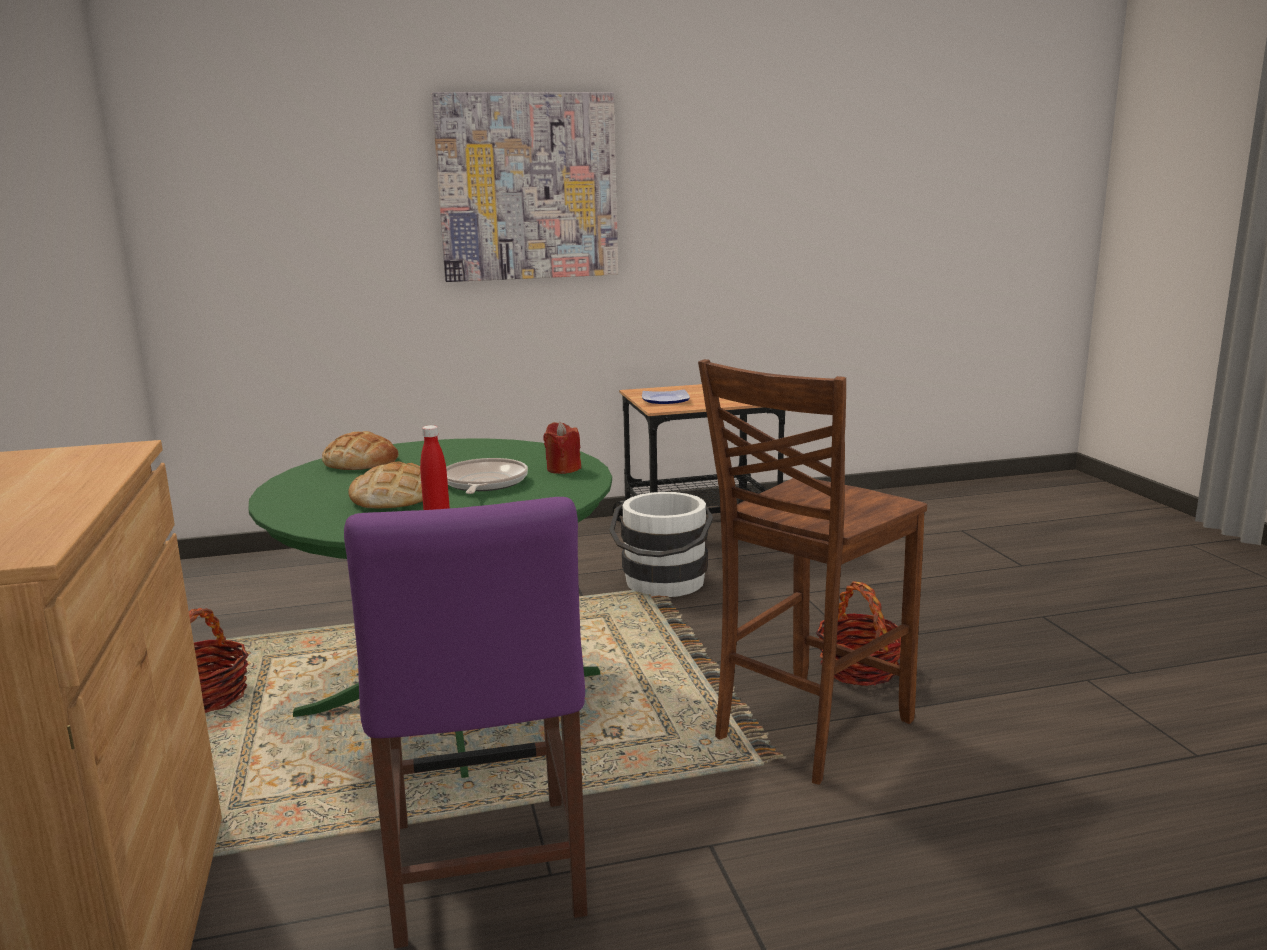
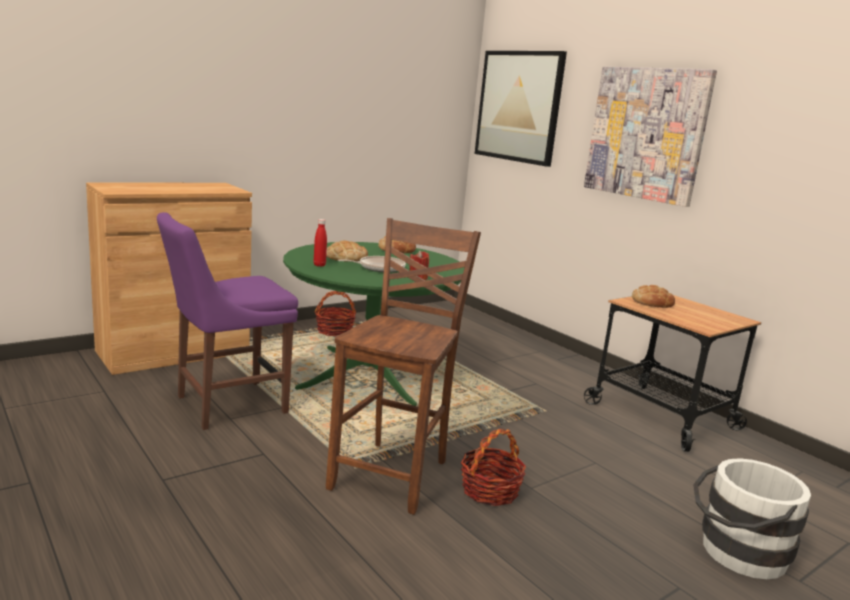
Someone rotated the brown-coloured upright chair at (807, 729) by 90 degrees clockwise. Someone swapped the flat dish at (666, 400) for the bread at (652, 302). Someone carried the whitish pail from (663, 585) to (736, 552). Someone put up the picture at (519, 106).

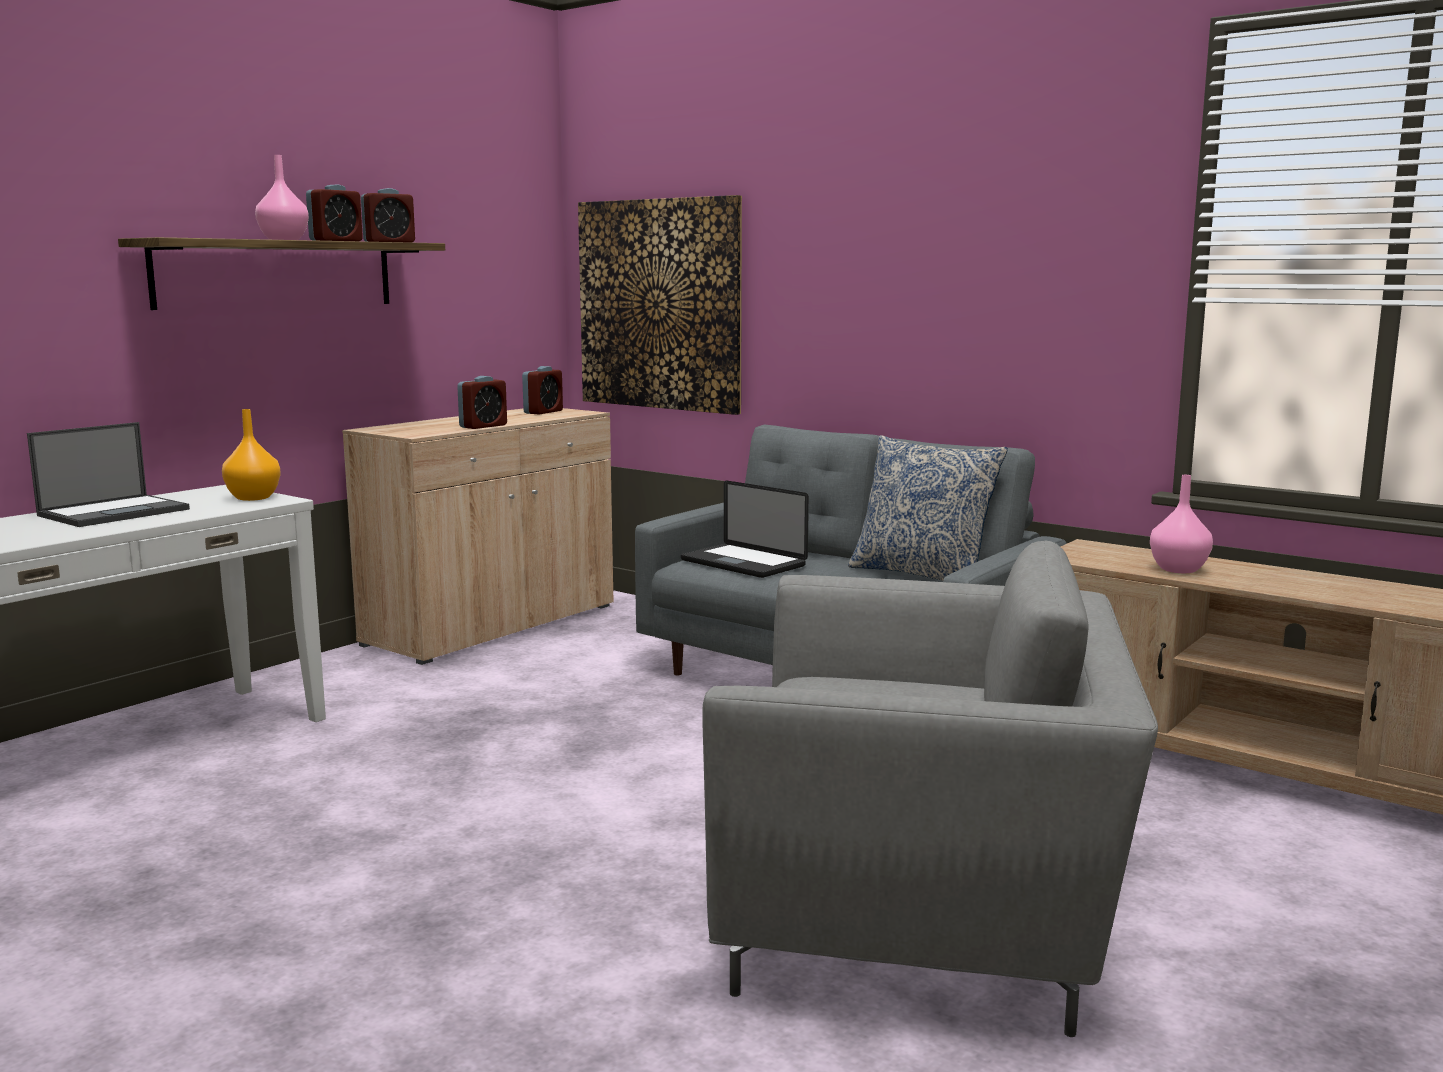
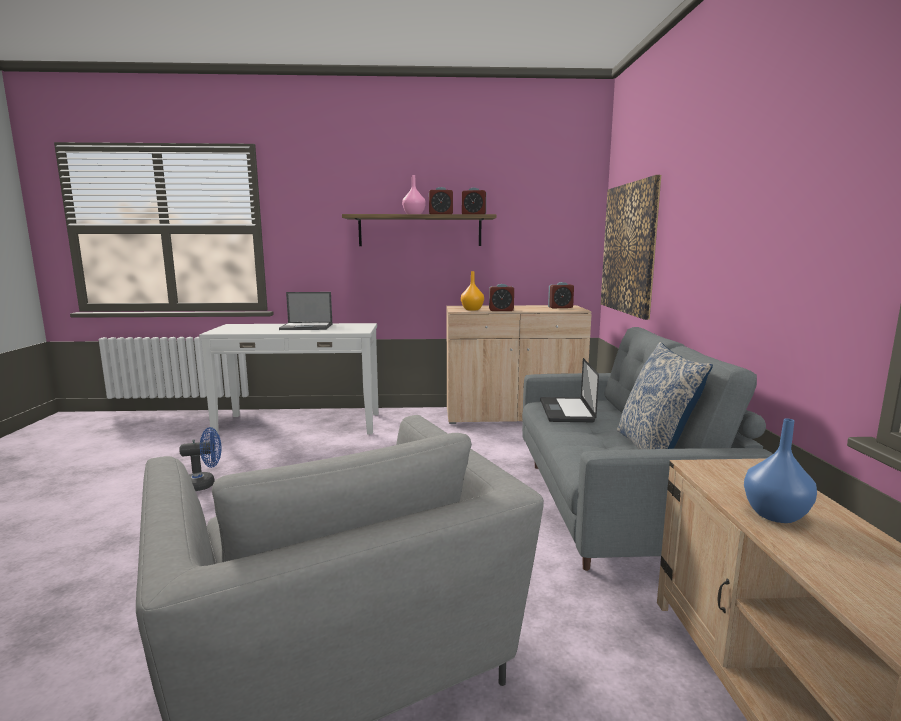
Someone carried the orangey decorative vase from (252, 498) to (471, 309). Someone repainted the pink-coloured decorative vase at (1177, 569), which became the blue decorative vase at (774, 514). Someone put down the blue cooling fan at (204, 484).

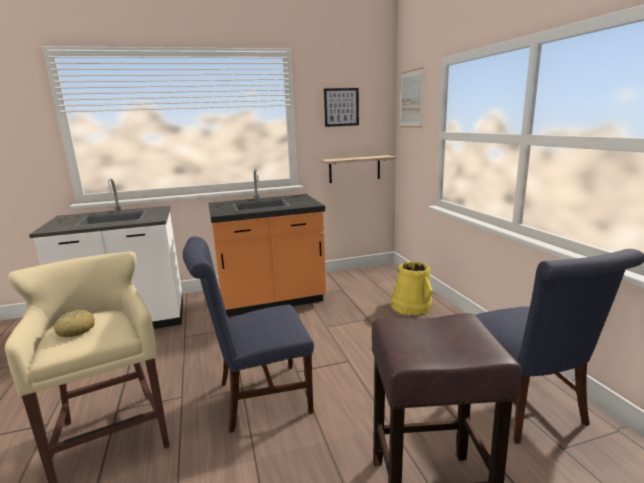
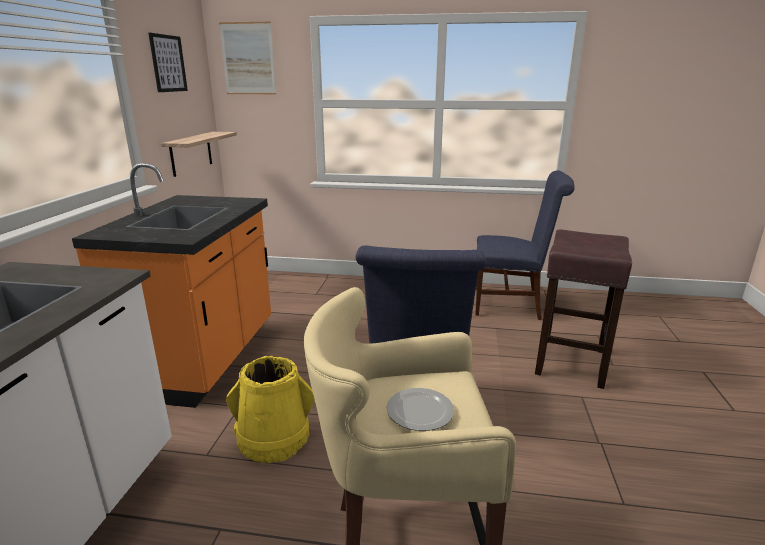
Someone carried the yellow-coloured pail from (411, 307) to (274, 437). Someone swapped the bread at (76, 330) for the flat dish at (419, 412).

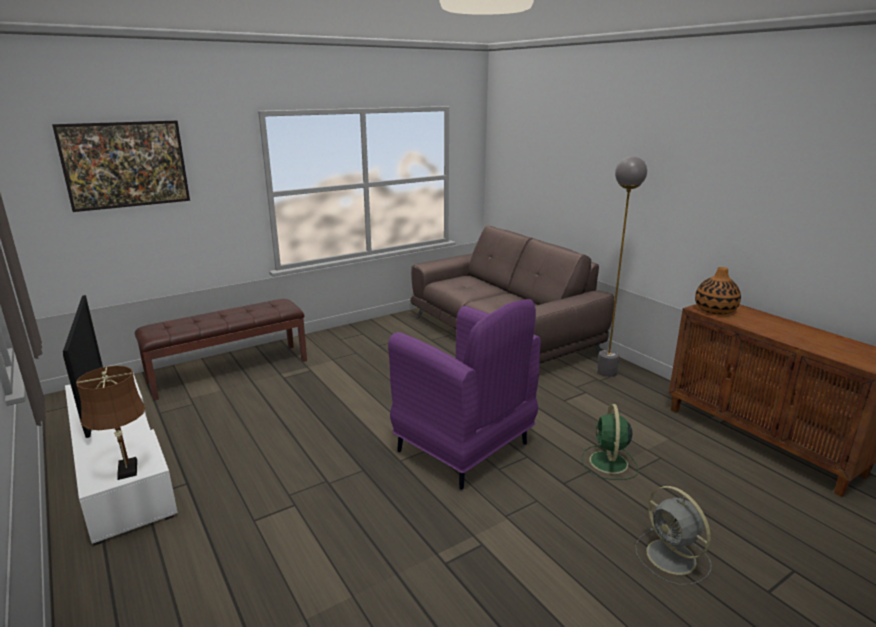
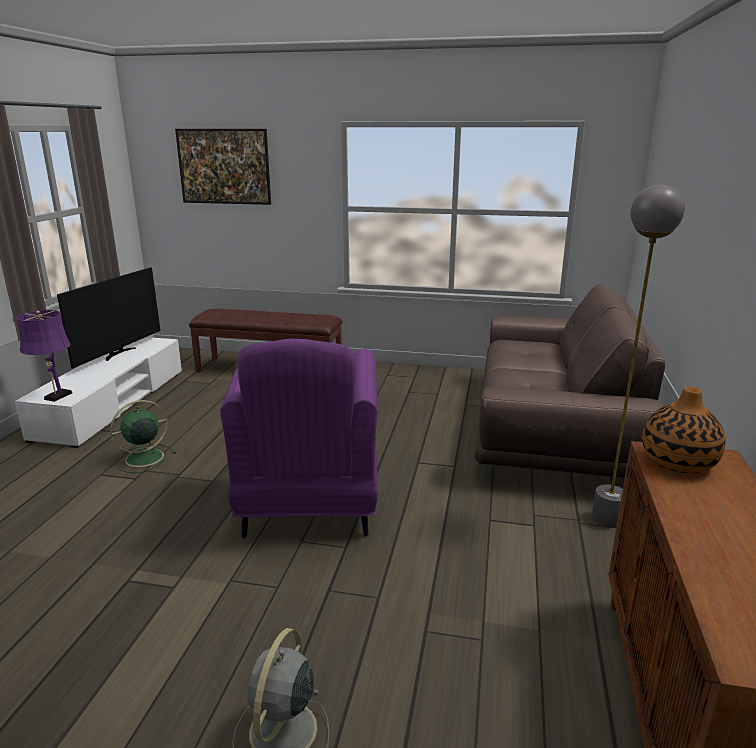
Someone repainted the brown-coloured table lamp at (127, 471), which became the purple table lamp at (56, 397). Someone carried the greenish cooling fan from (608, 463) to (142, 458).

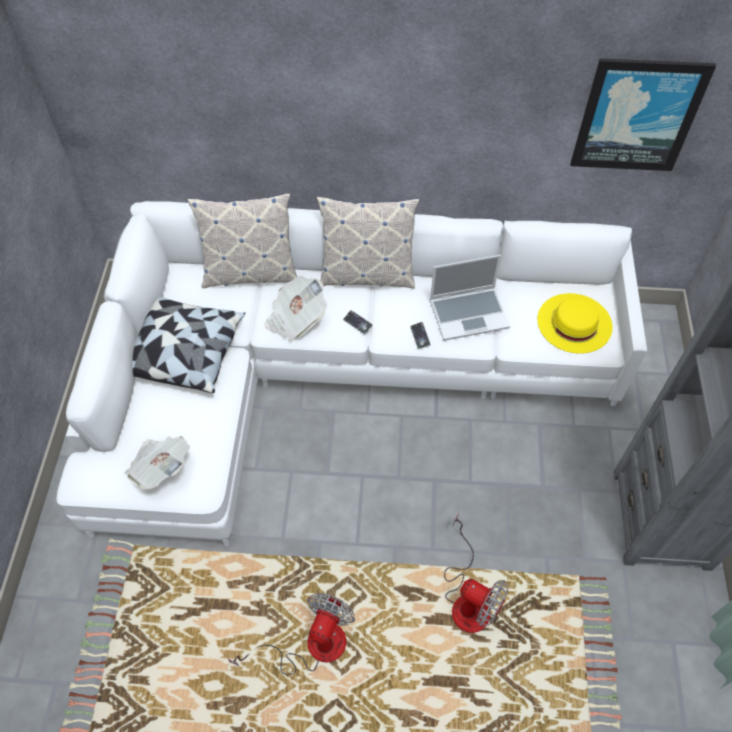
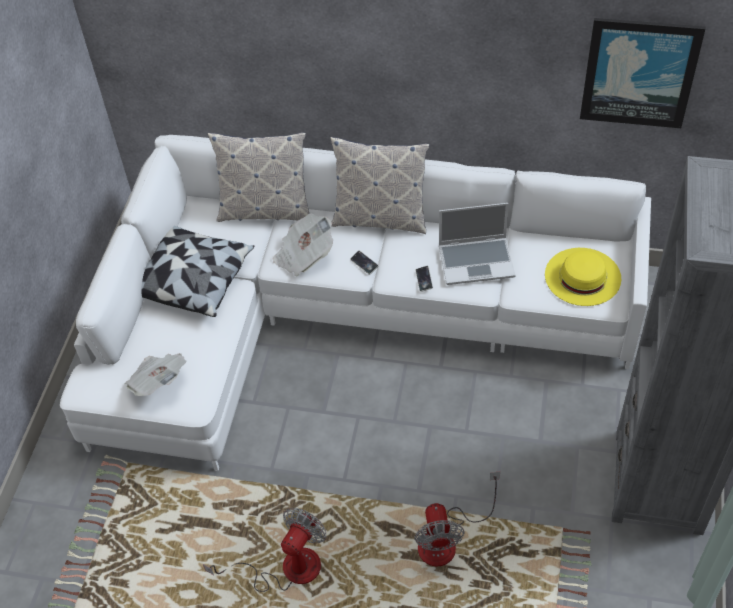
Someone rotated the cooling fan at (468, 598) by 45 degrees clockwise.

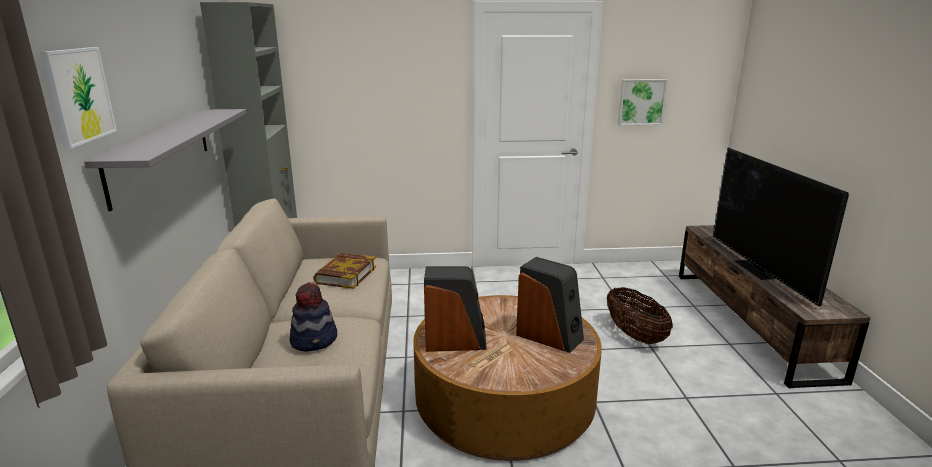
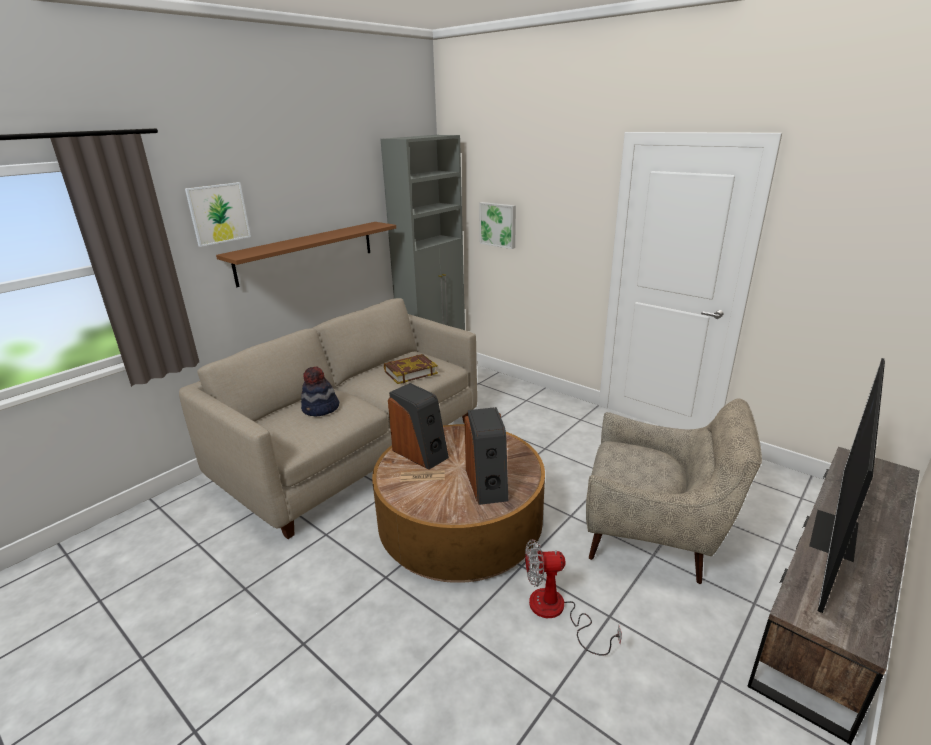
Someone carried the picture from (641, 102) to (498, 224). Someone repainted the greyish bracket shelf at (161, 152), which became the brown-coloured bracket shelf at (307, 252). Someone swapped the storage basket at (635, 335) for the sand-coloured lounge chair at (654, 536). Someone put down the cooling fan at (557, 612).

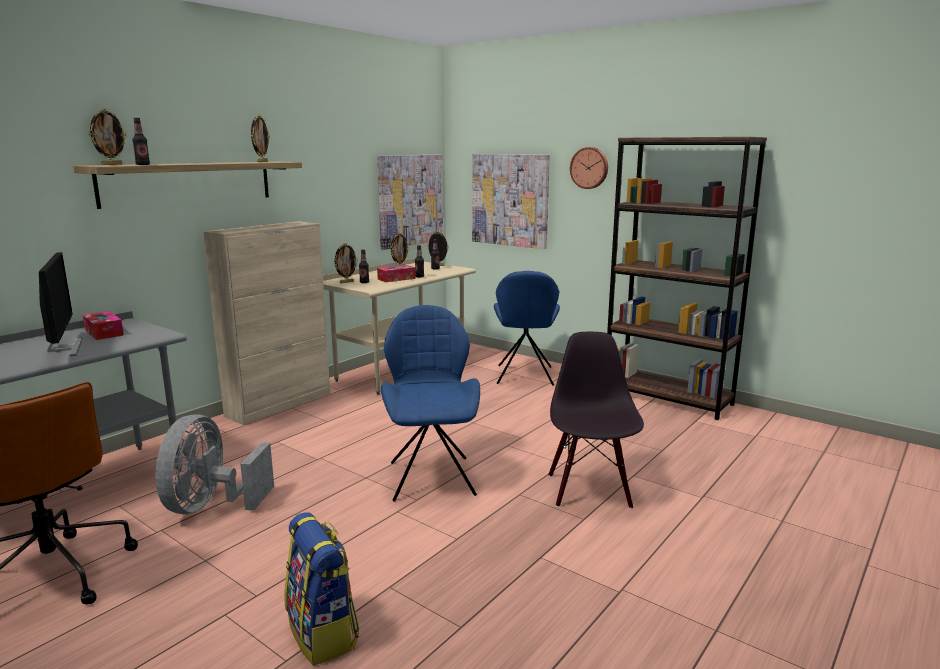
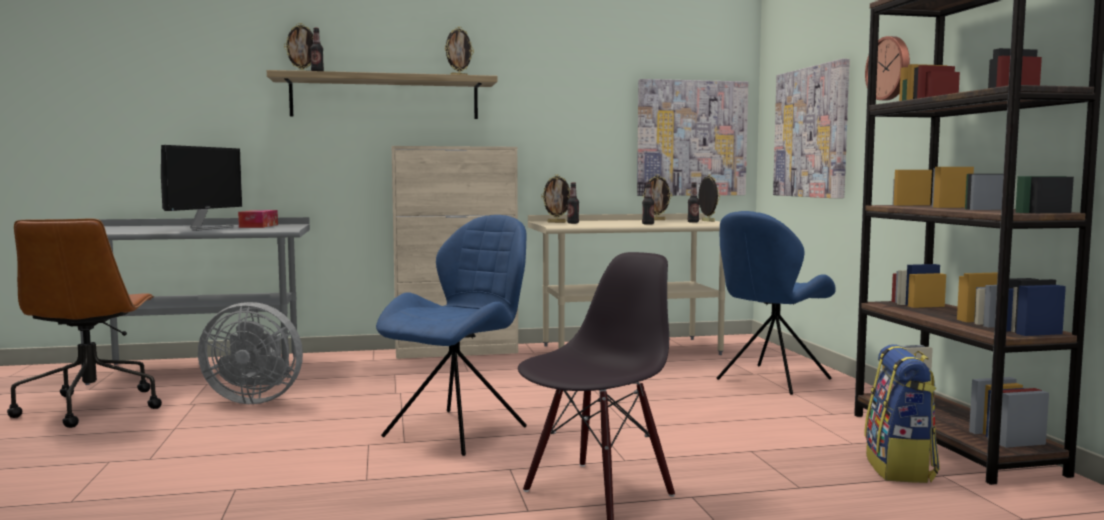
Someone took away the tissue box at (396, 279). Someone rotated the greyish cooling fan at (211, 506) by 135 degrees counterclockwise. Someone carried the backpack from (323, 633) to (900, 468).

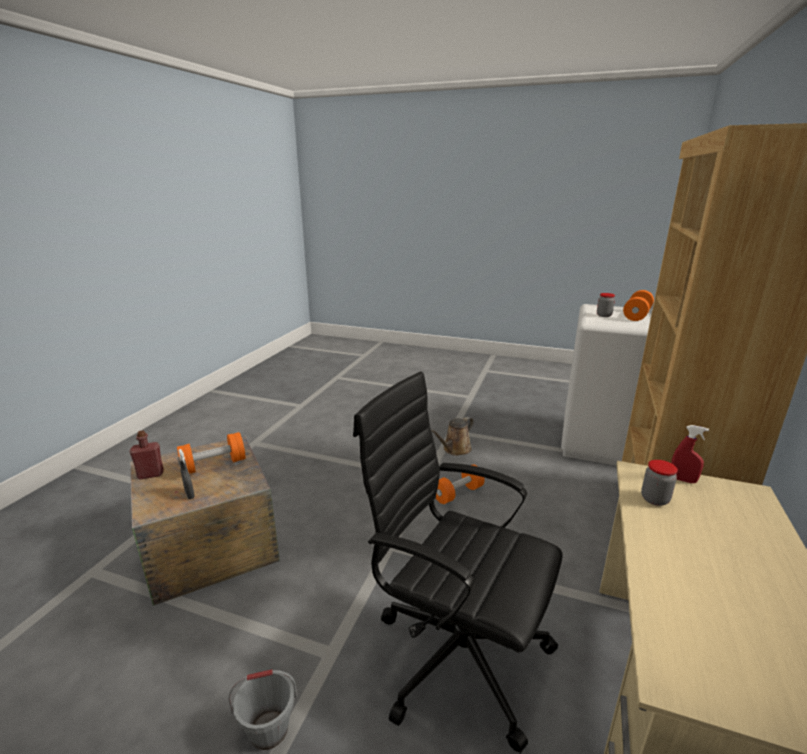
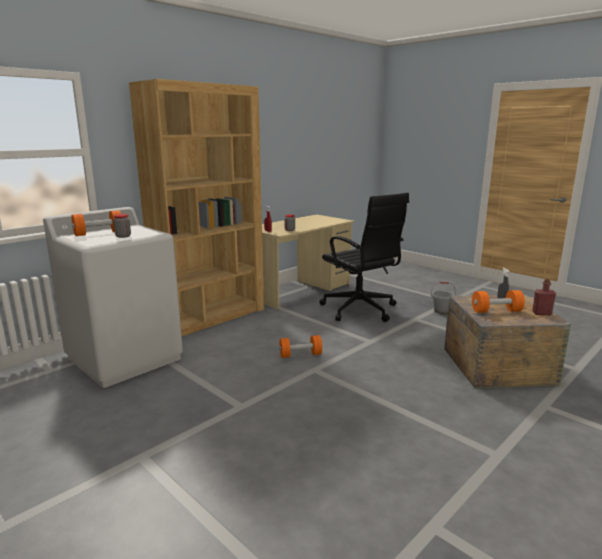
Someone took away the brown-coloured sprinkling can at (455, 449).

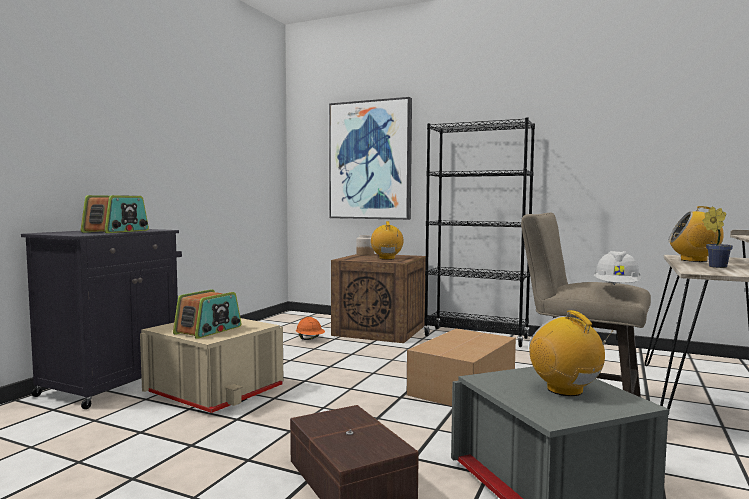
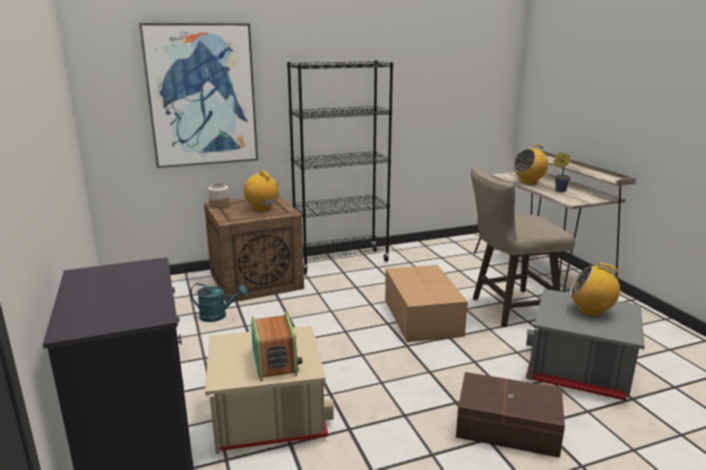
Someone took away the radio at (116, 231). Someone took away the whitish safety helmet at (616, 289). Someone swapped the orangey safety helmet at (310, 339) for the turquoise sprinkling can at (218, 316).

